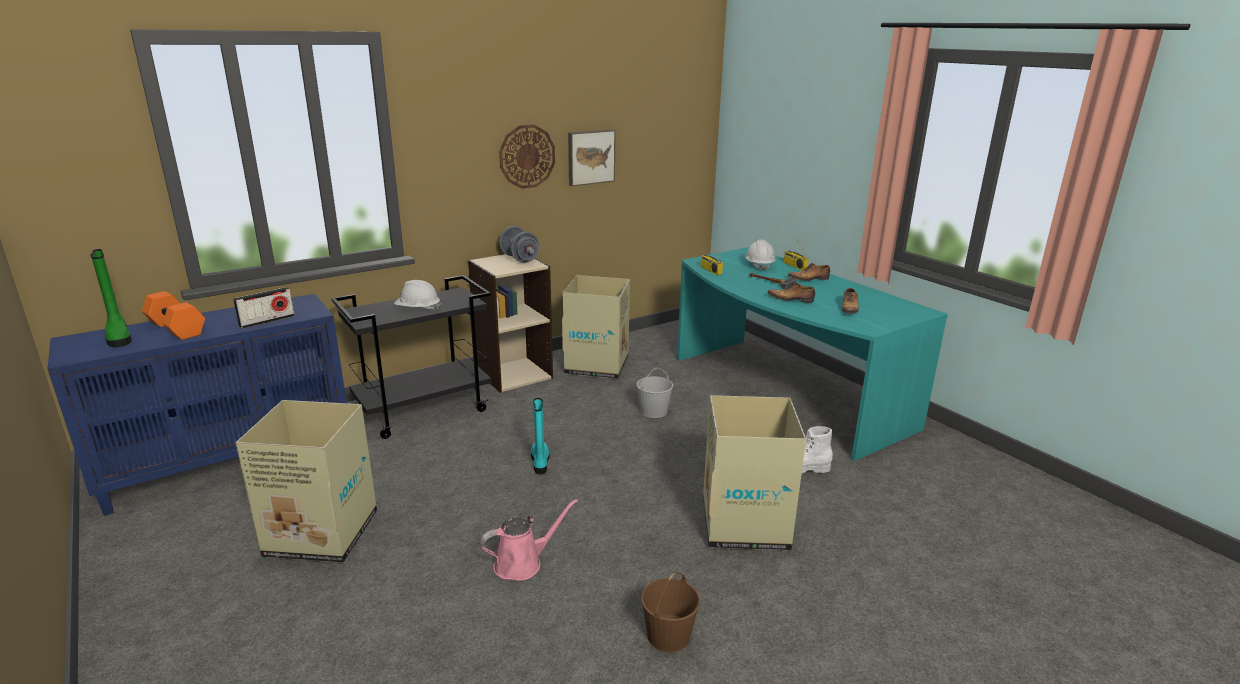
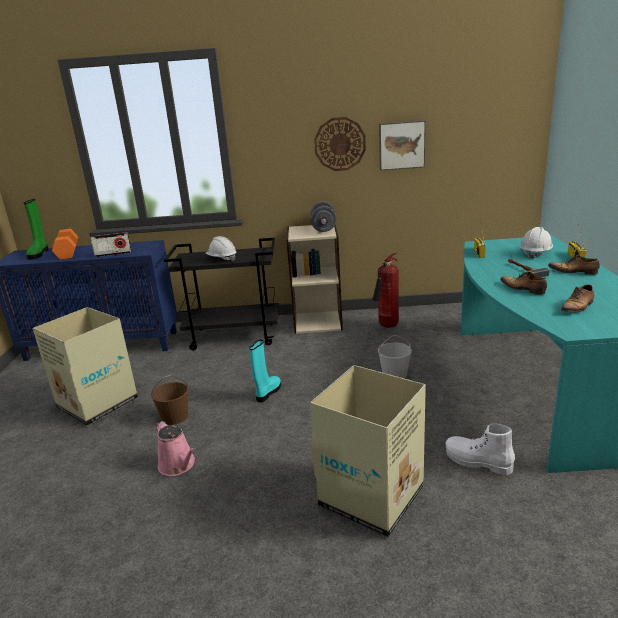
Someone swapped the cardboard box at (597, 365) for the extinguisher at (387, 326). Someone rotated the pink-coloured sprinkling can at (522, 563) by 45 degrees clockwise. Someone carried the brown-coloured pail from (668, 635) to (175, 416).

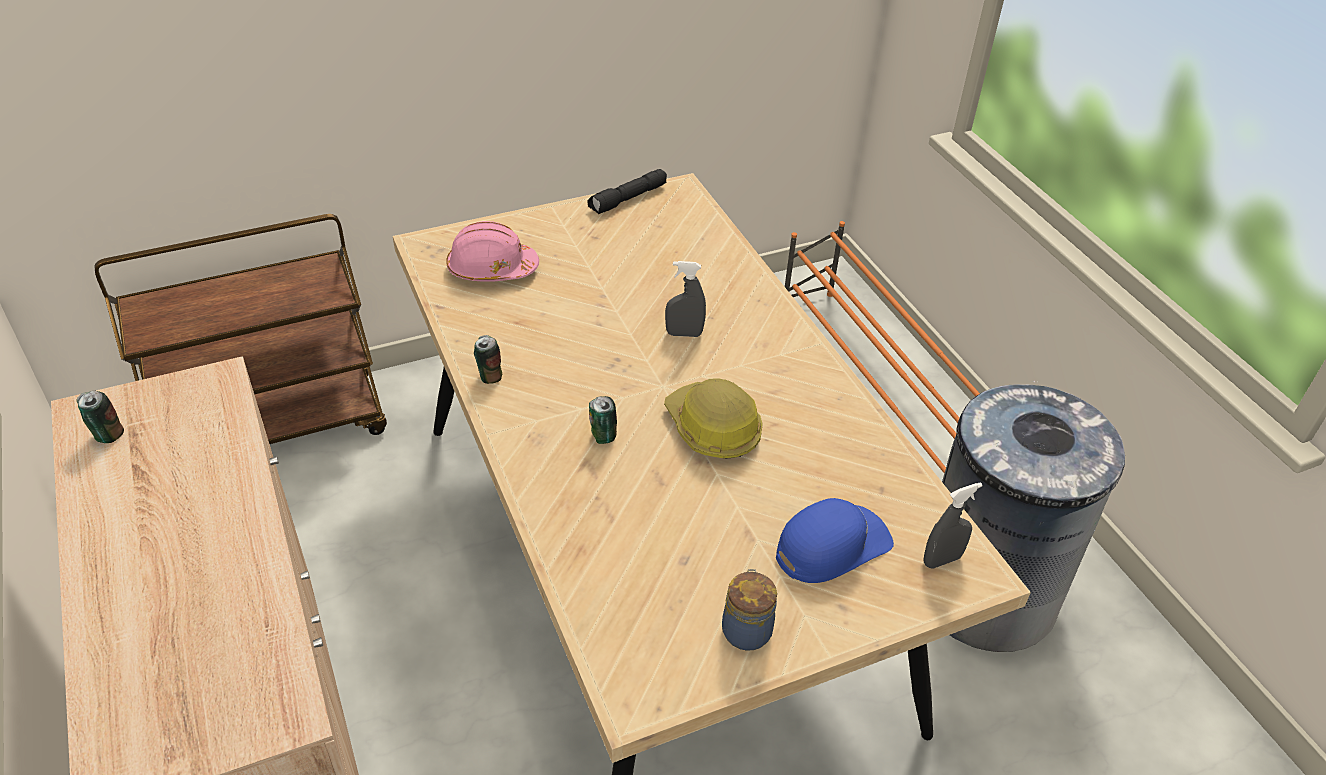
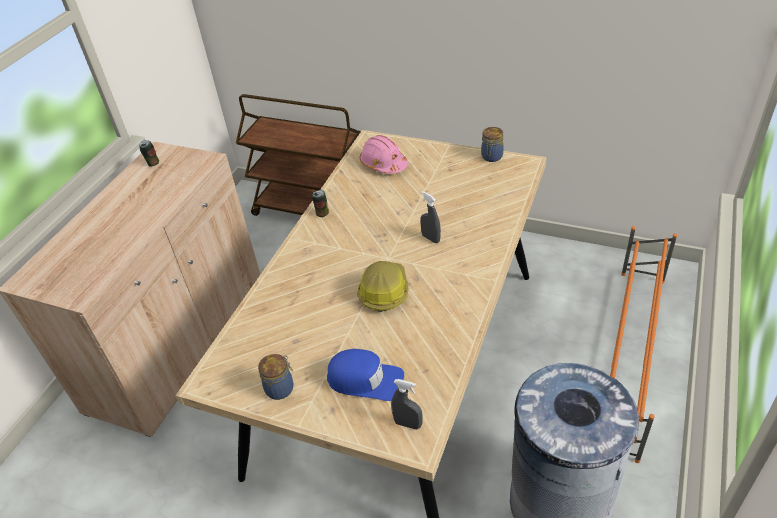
Someone swapped the black hand torch at (628, 199) for the storage jar at (491, 157). Someone took away the can at (602, 436).

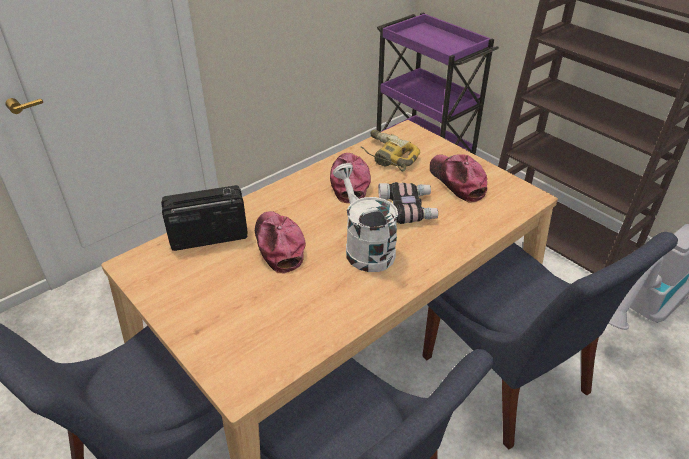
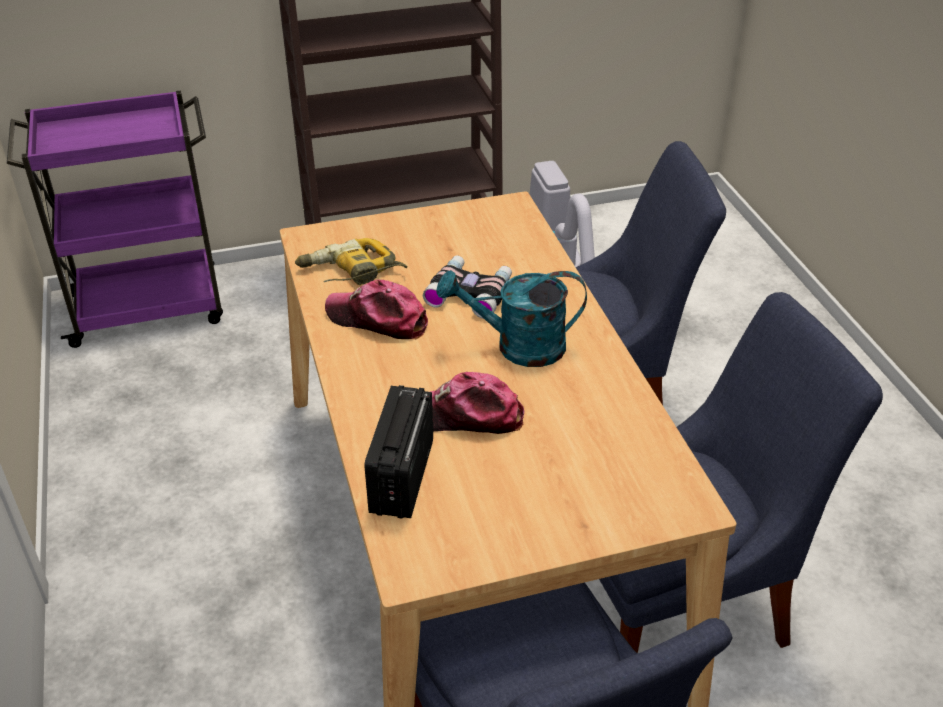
Someone took away the baseball cap at (457, 181). Someone repainted the whitish sprinkling can at (365, 247), which became the turquoise sprinkling can at (518, 347).

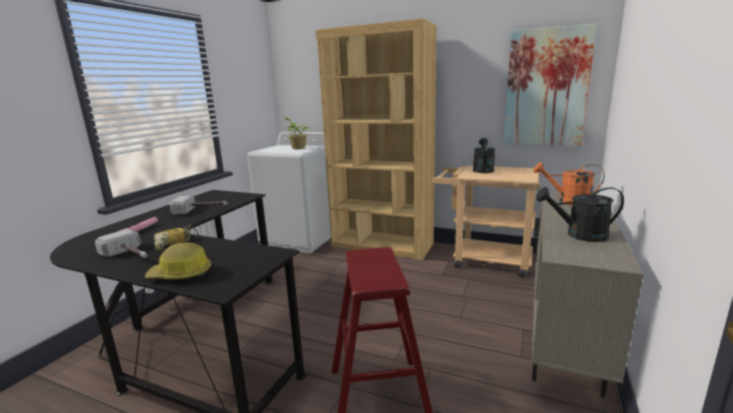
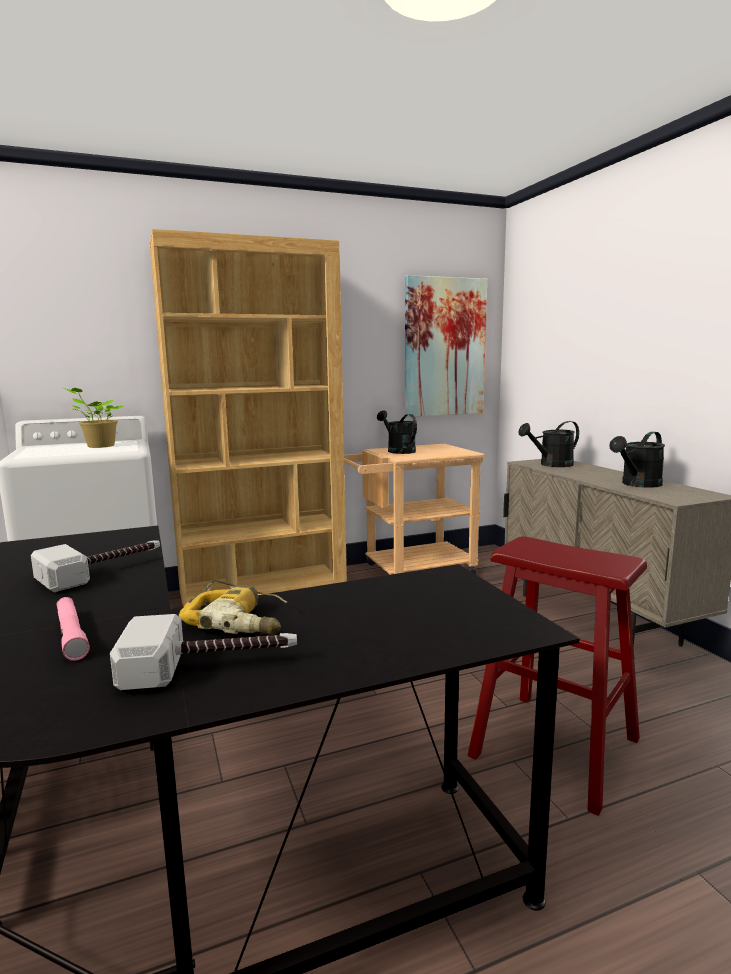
Someone repainted the orangey sprinkling can at (568, 201), which became the black sprinkling can at (551, 465). Someone took away the safety helmet at (181, 274).

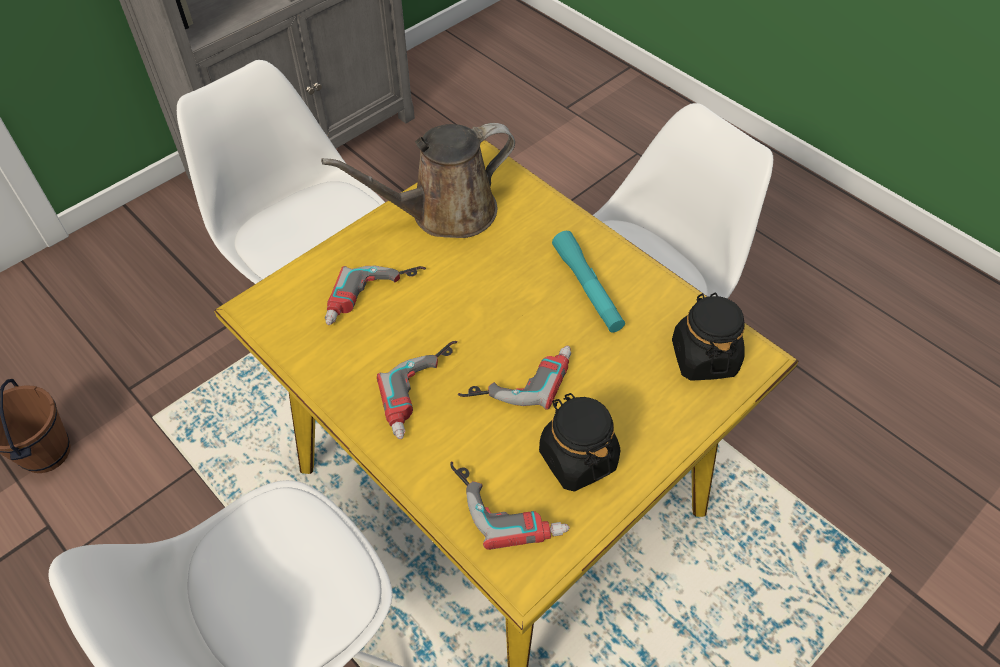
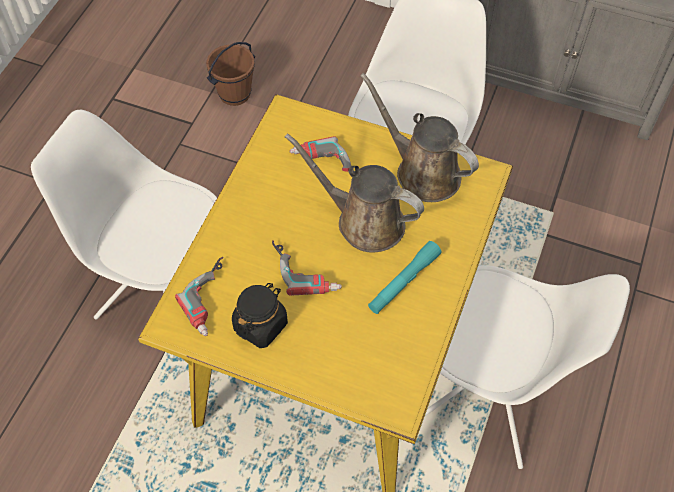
Someone took away the black storage jar at (703, 357). Someone took away the drill at (426, 393). Someone put down the brown-coloured sprinkling can at (364, 221).

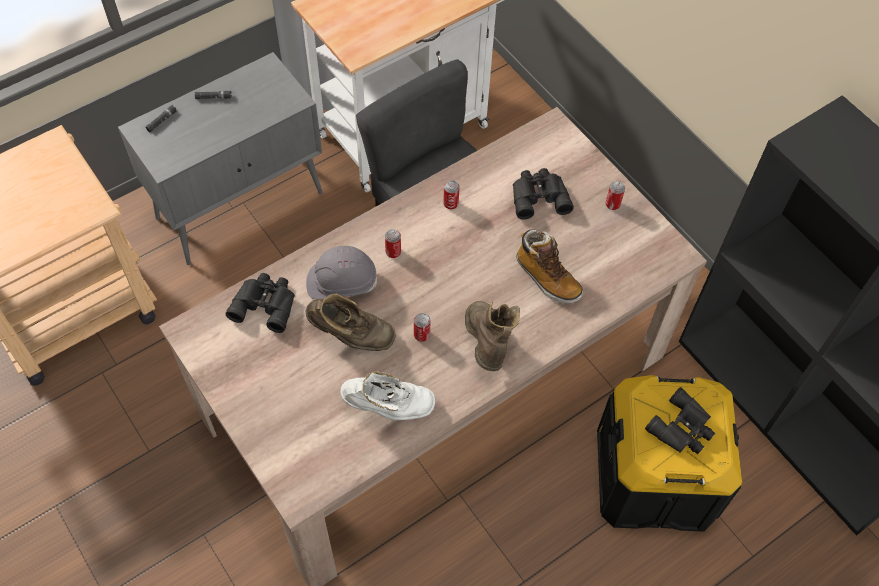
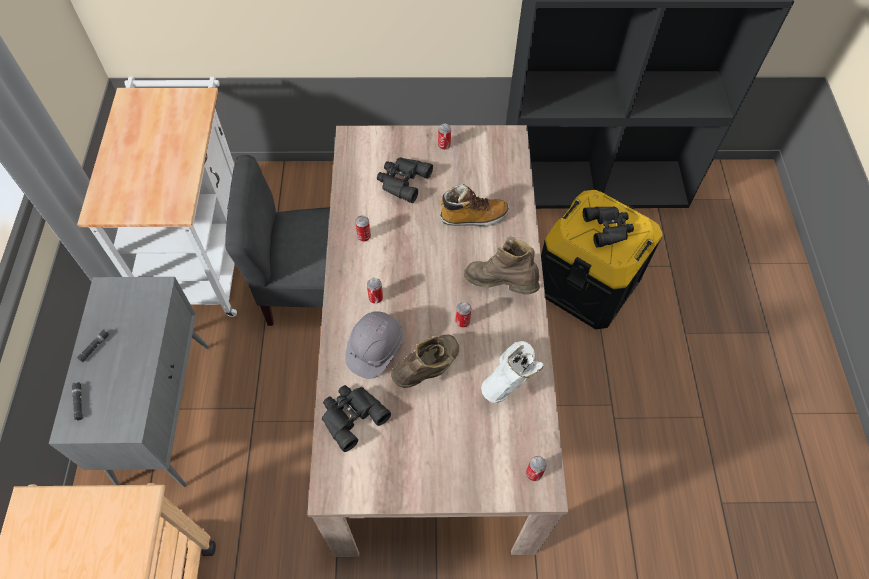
Someone put down the can at (534, 473).

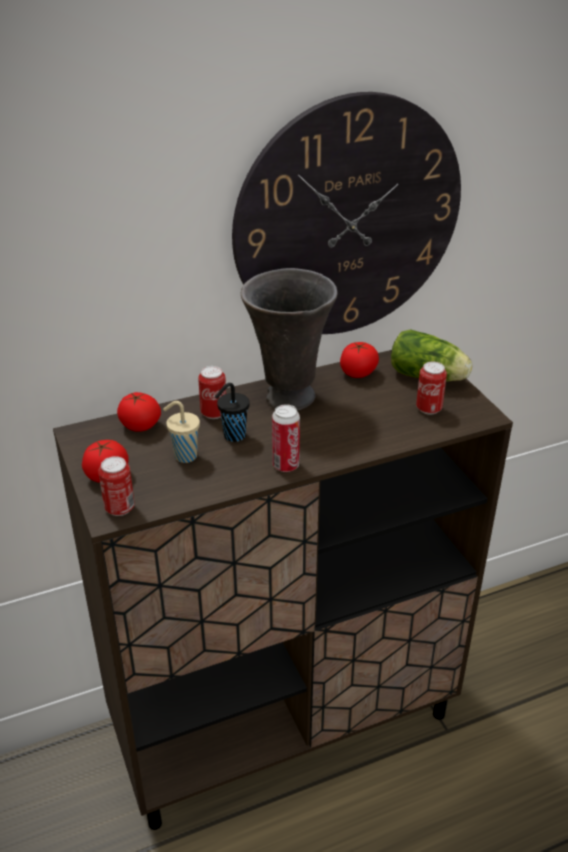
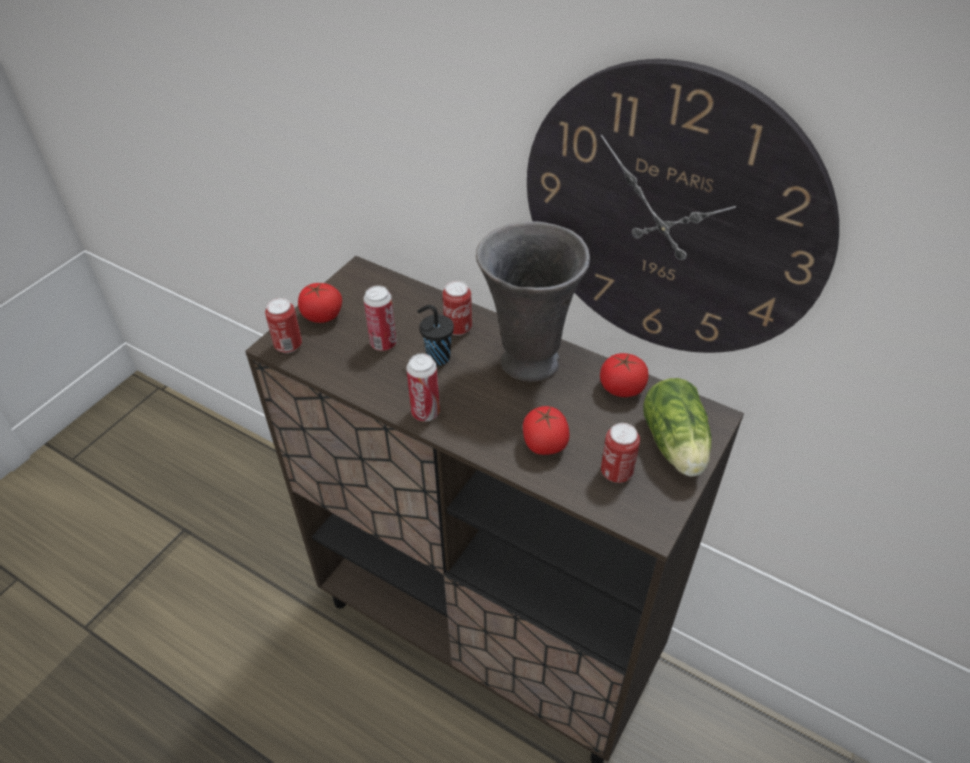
Someone carried the tomato from (140, 426) to (544, 443). Someone swapped the sand-coloured small cup at (184, 456) for the can at (383, 343).

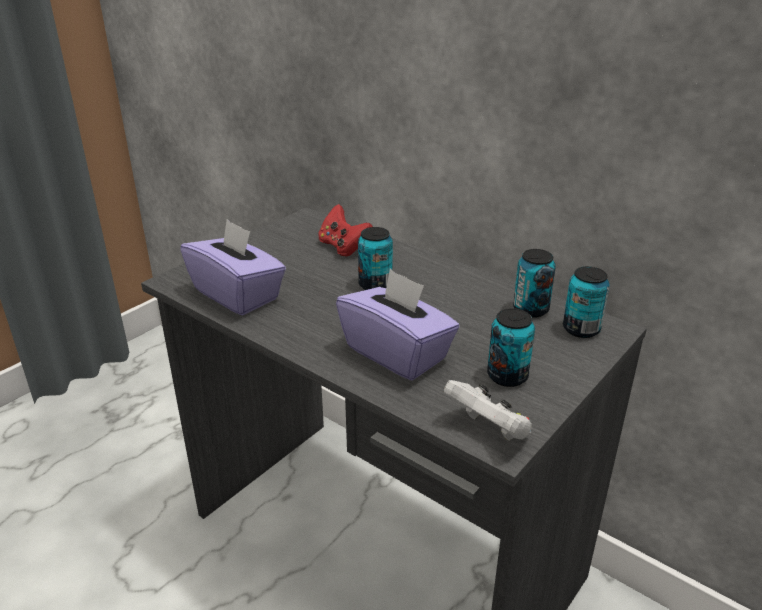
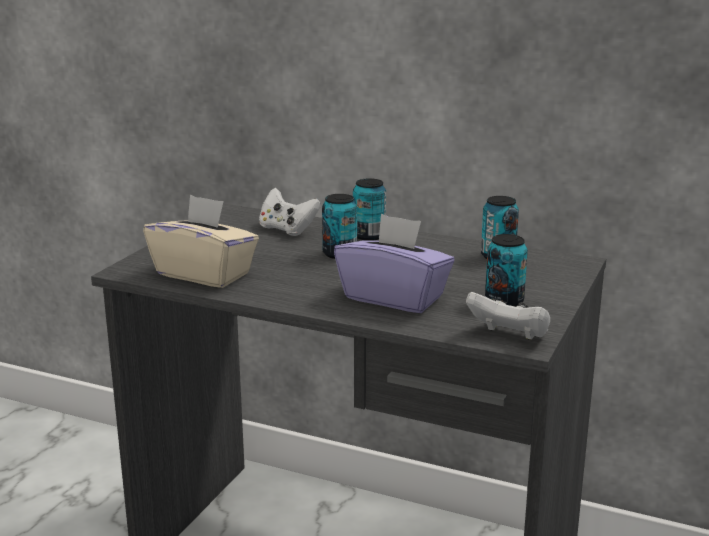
Someone repainted the red-coloured gamepad at (343, 247), which became the whitish gamepad at (287, 230). Someone repainted the purple tissue box at (237, 294), which became the sand-coloured tissue box at (204, 274). Someone carried the can from (581, 329) to (369, 236).

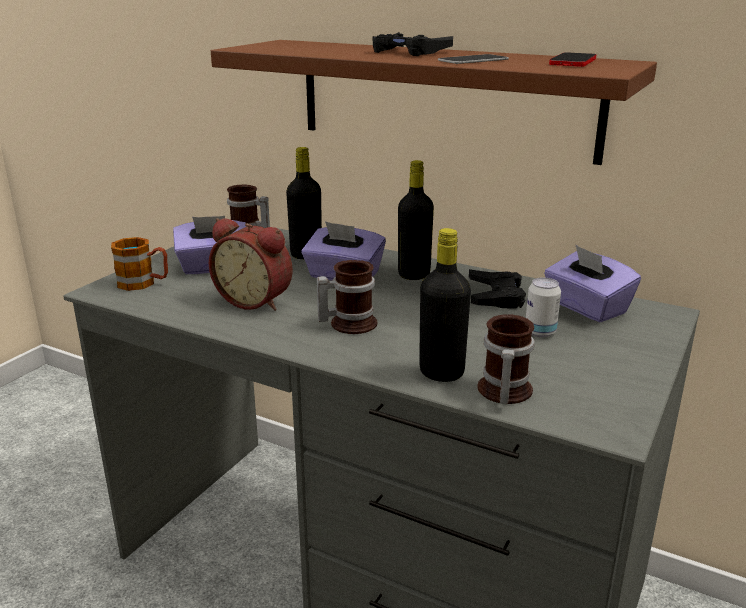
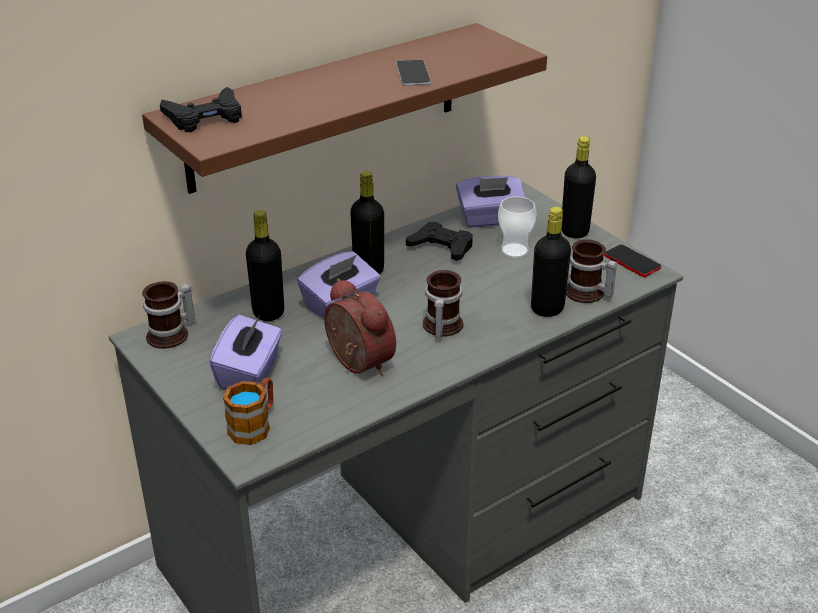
Someone carried the black gamepad from (409, 52) to (205, 117). Someone carried the phone from (573, 61) to (632, 262). Someone rotated the alarm clock at (256, 300) by 90 degrees counterclockwise. Someone swapped the can at (540, 332) for the small cup at (514, 251). Someone put down the black drink bottle at (574, 231).

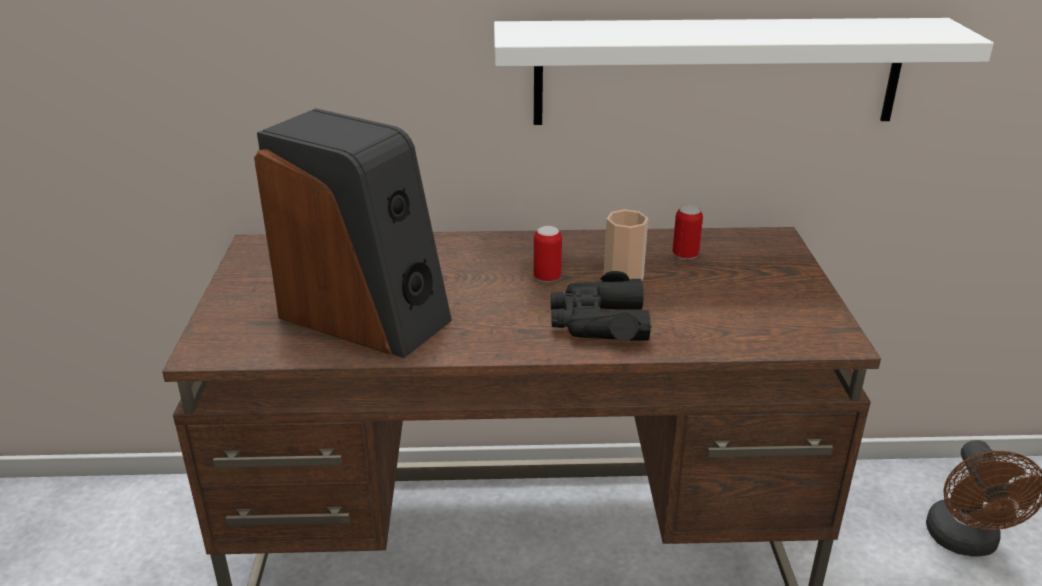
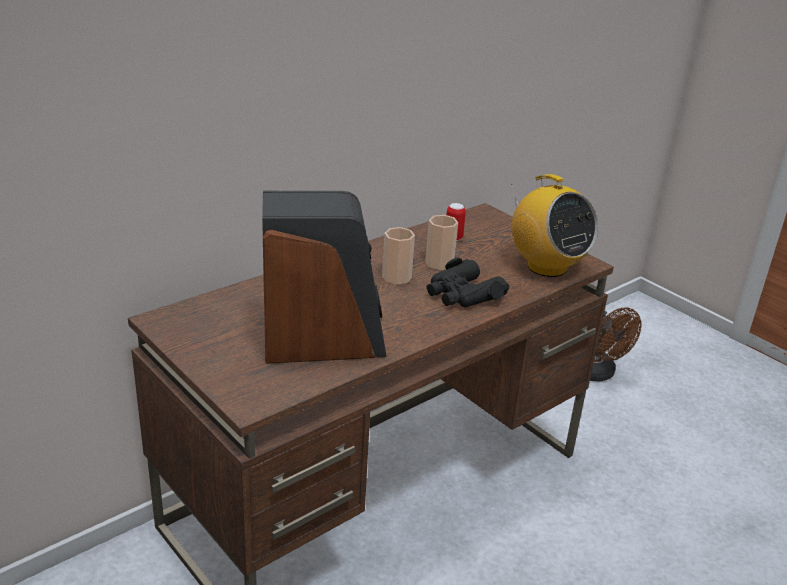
Someone took away the whitish bracket shelf at (717, 72). Someone swapped the can at (547, 278) for the small cup at (396, 277). Someone put down the radio at (546, 267).

